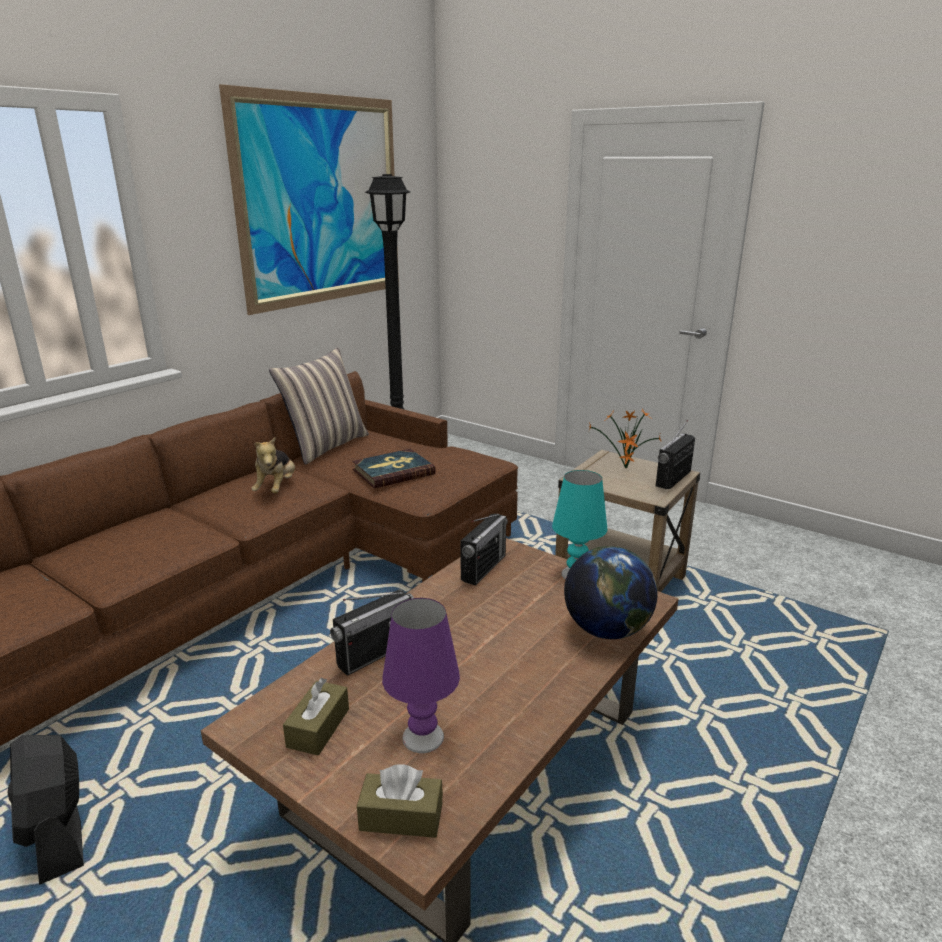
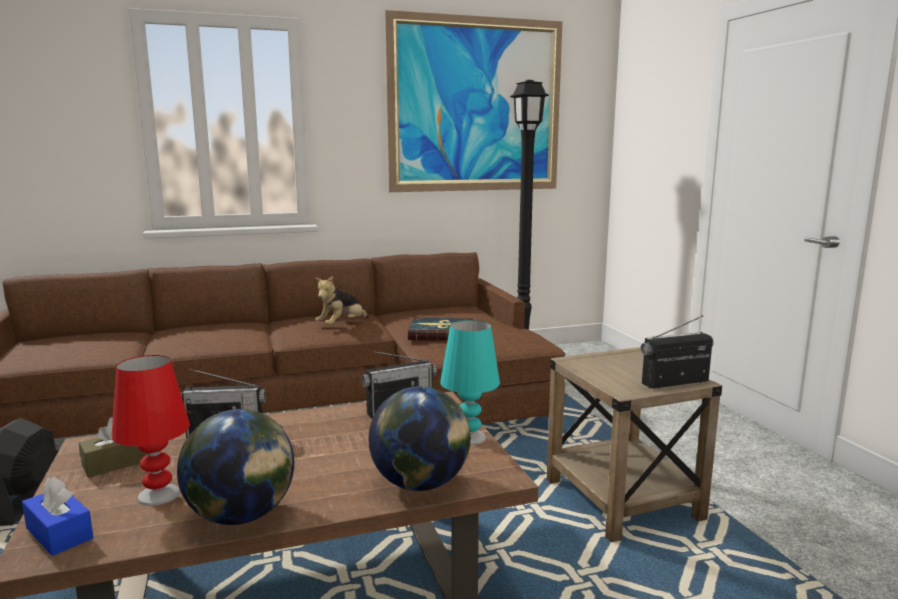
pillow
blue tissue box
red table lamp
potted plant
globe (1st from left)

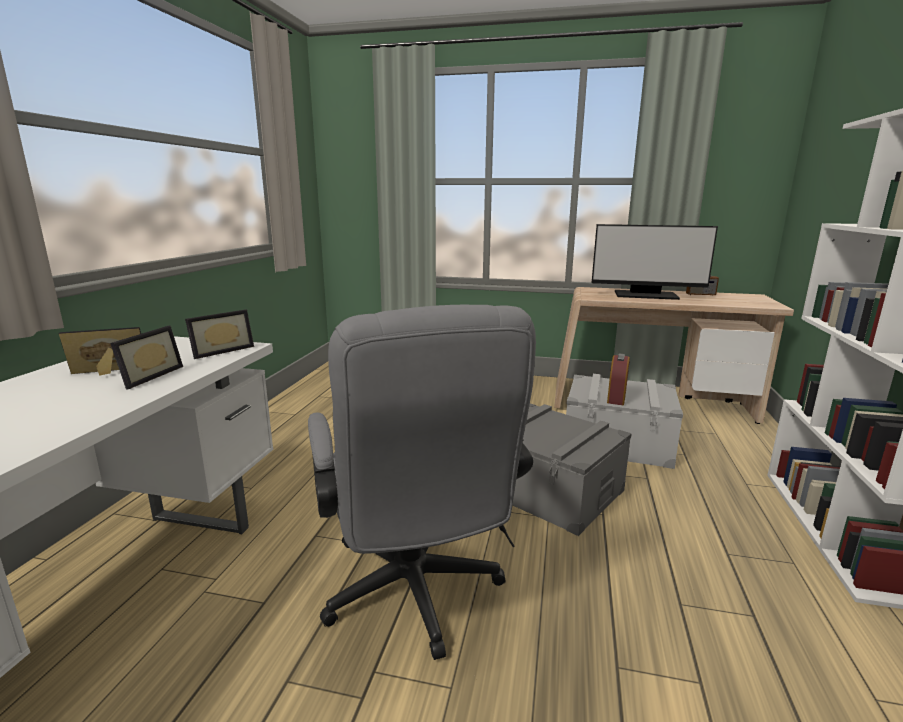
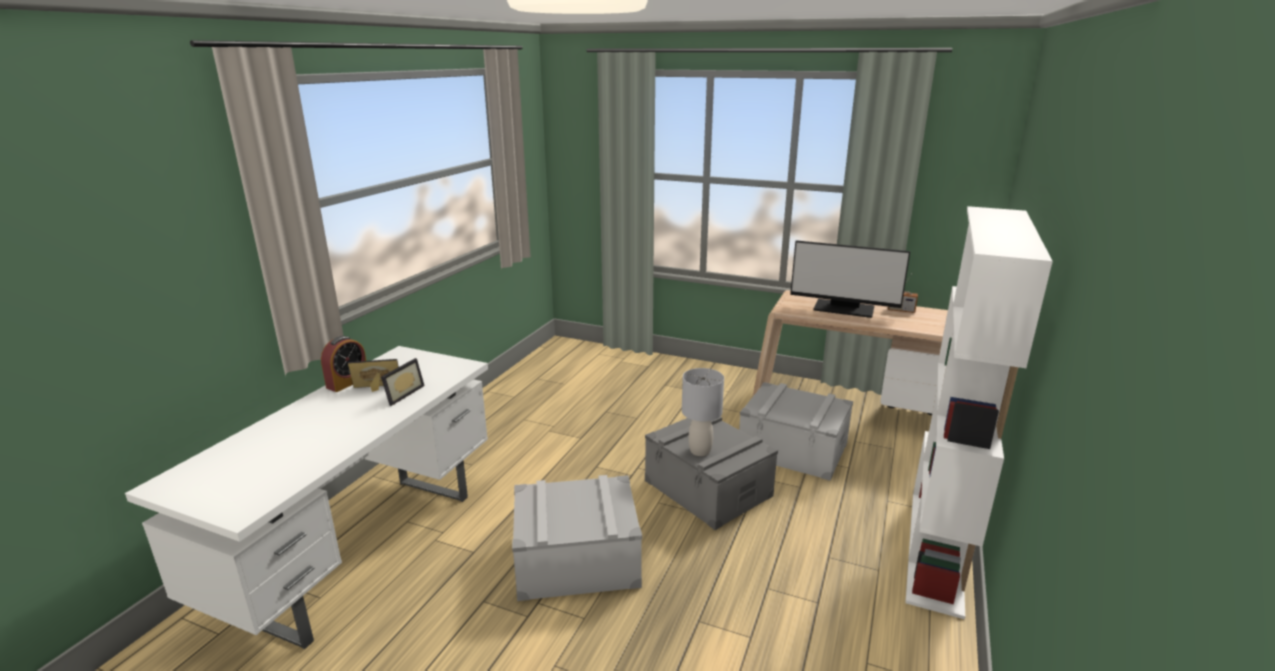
picture frame (3rd from left in the first image)
grey storage box (1st from left)
alarm clock
grey table lamp

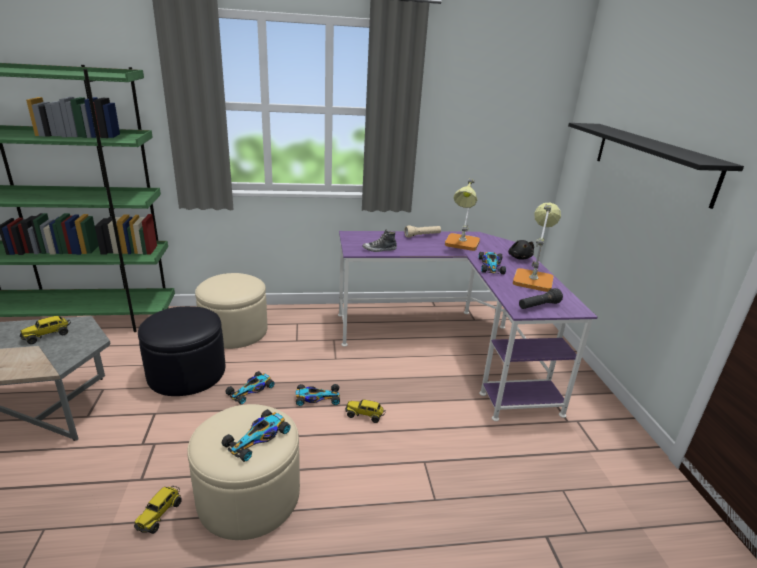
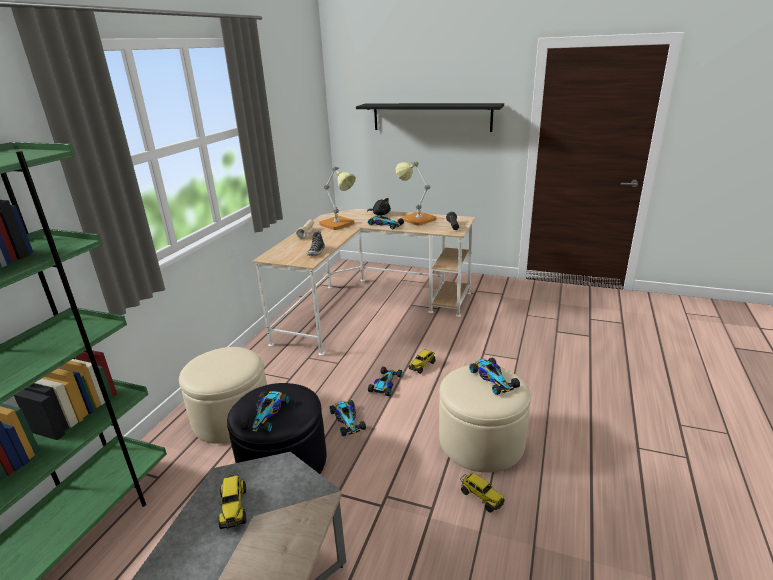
beige desk
toy car (1st from left)

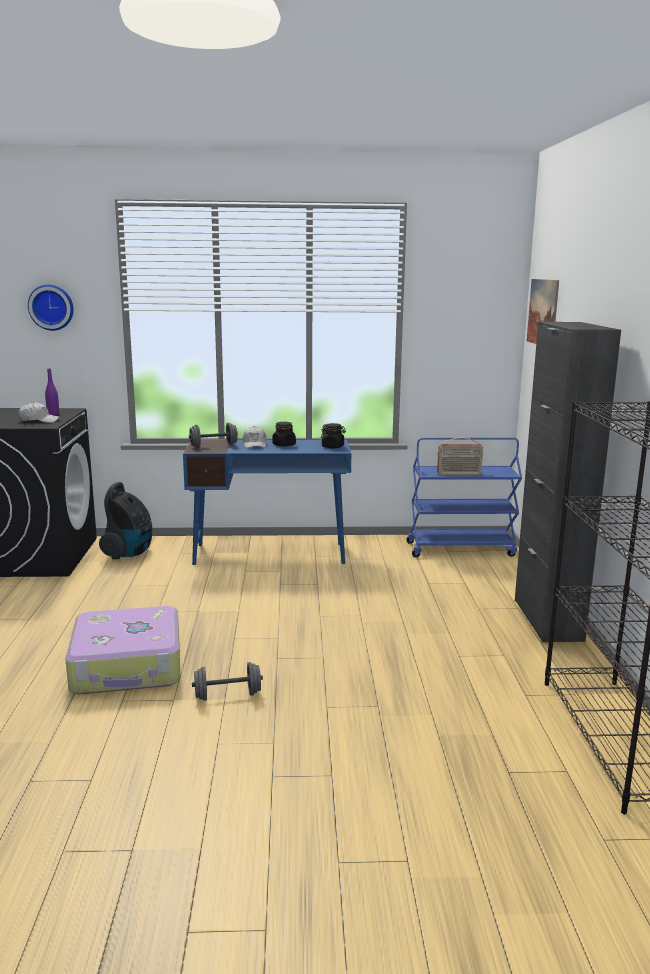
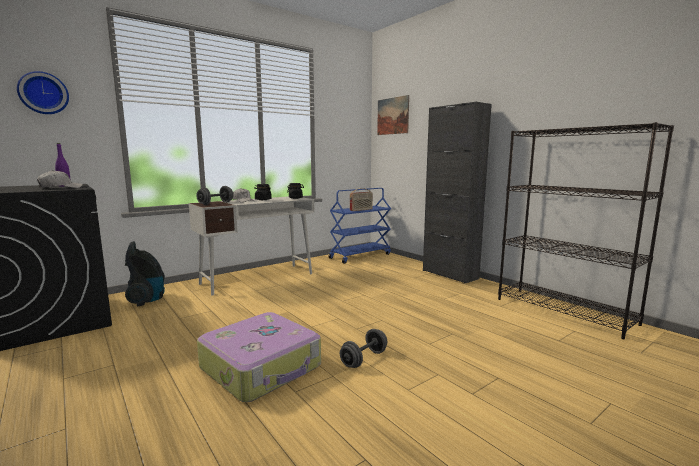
white desk

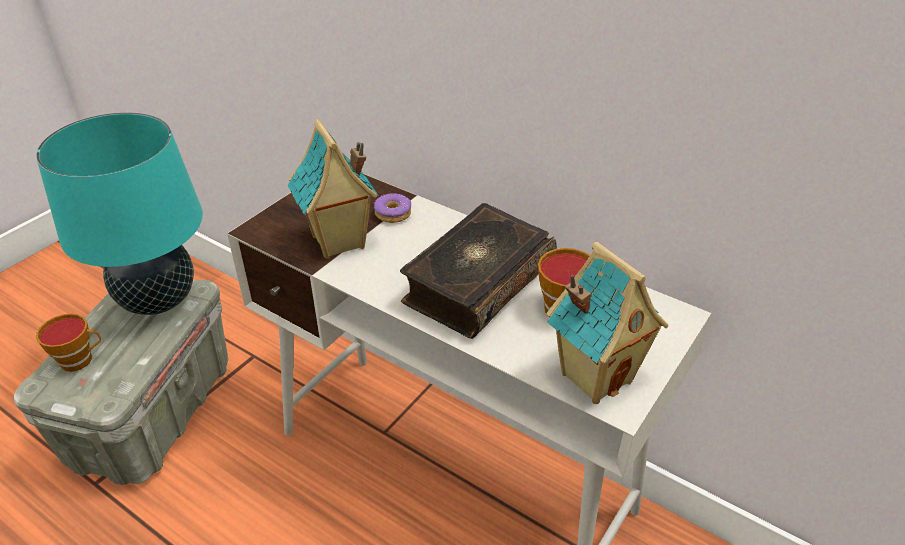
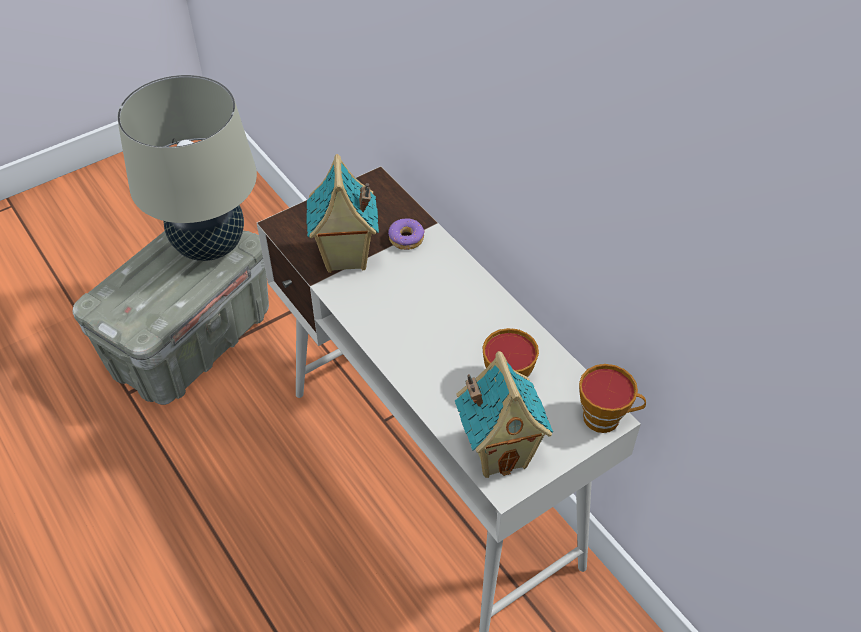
beige table lamp
cup (2nd from left)
book

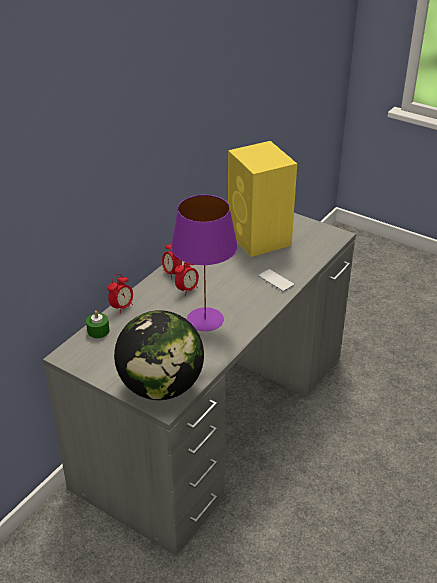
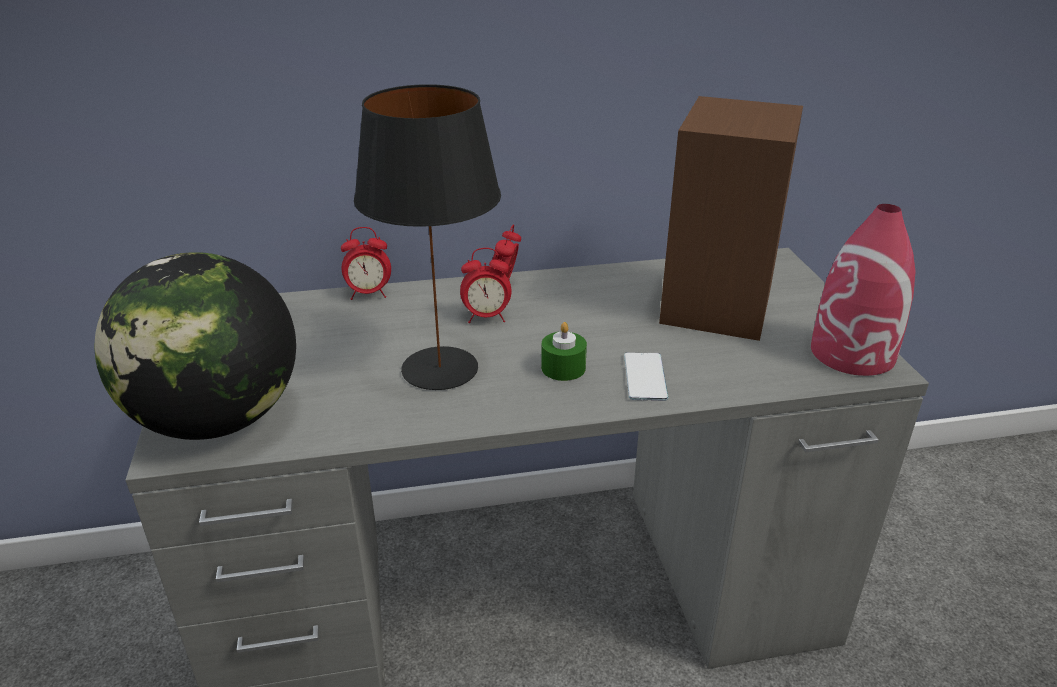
green candle
black table lamp
brown speaker
red vase

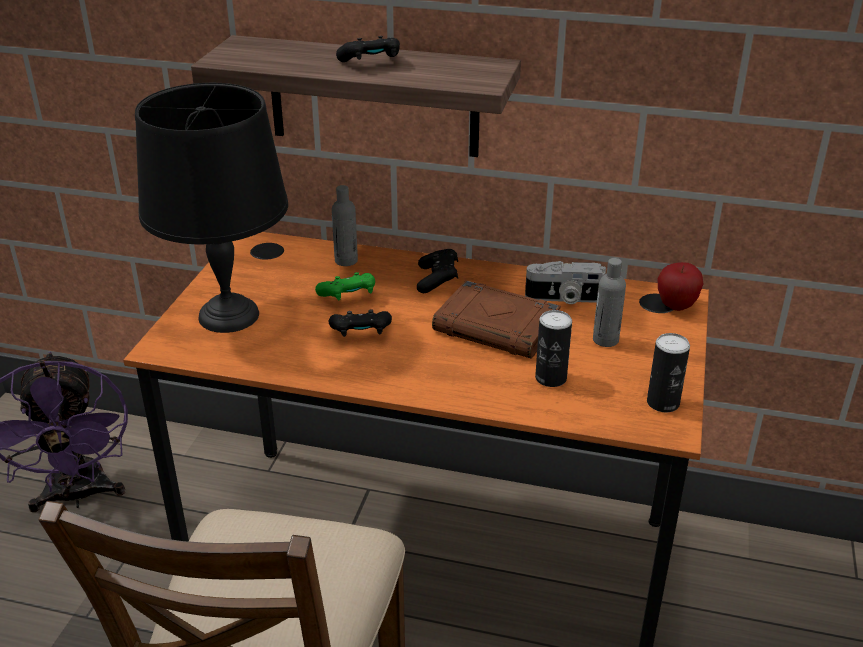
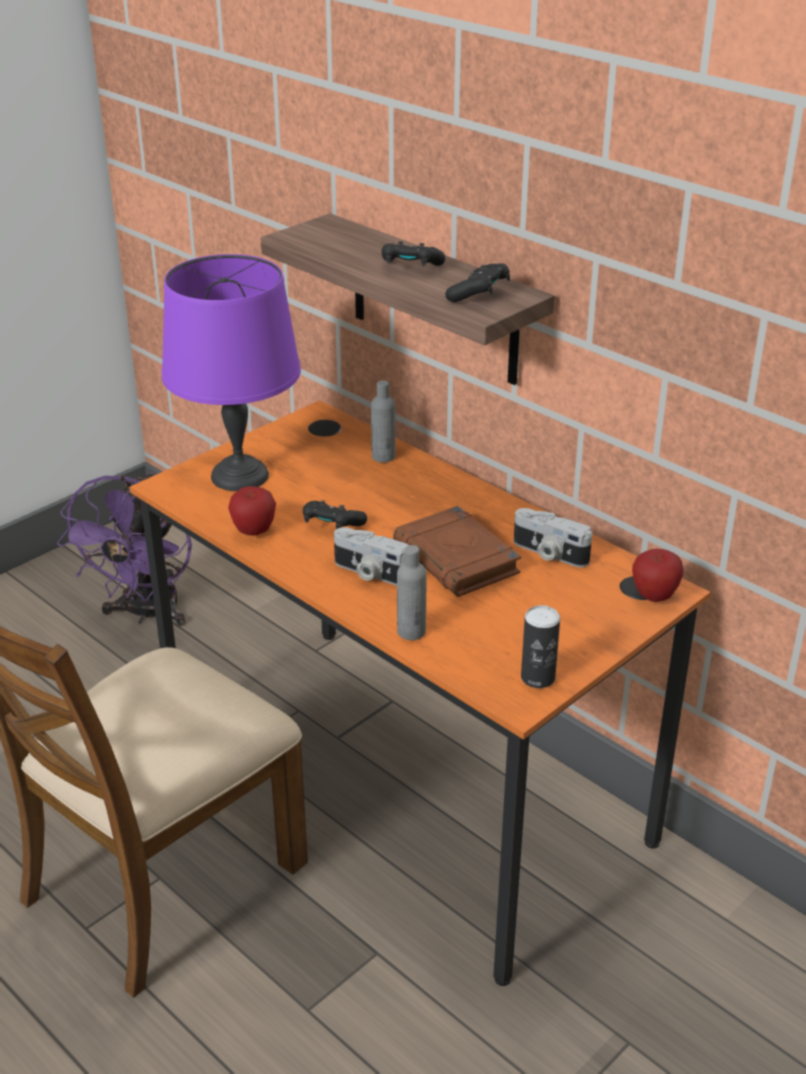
purple table lamp
green game controller
black game controller (3rd from left)
can (1st from left in the first image)
grey bottle (2nd from left)
apple (1st from left)
photo camera (1st from left)

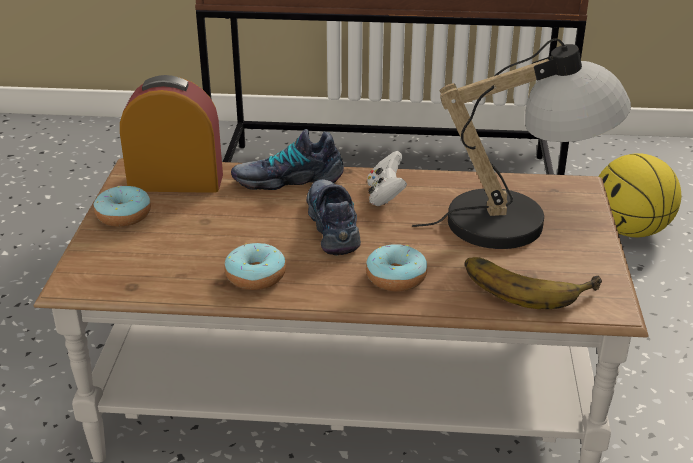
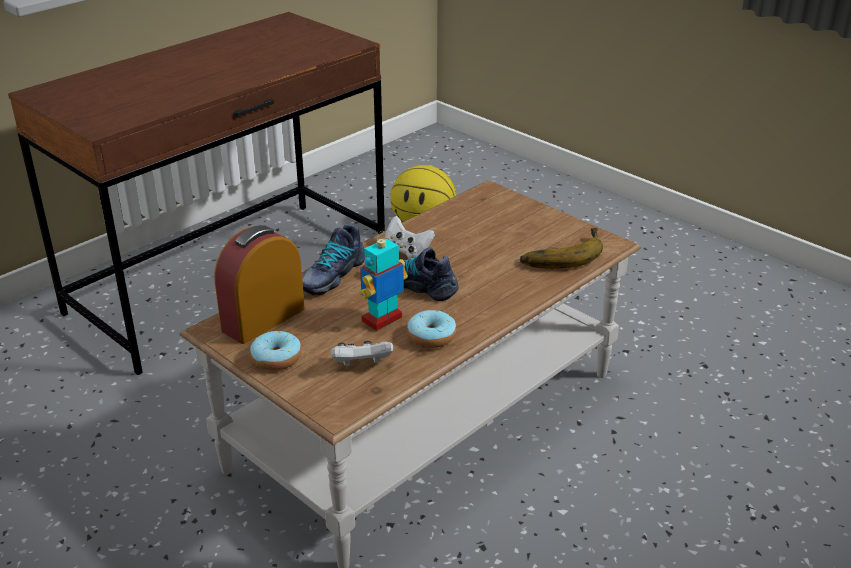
donut (3rd from left in the first image)
table lamp
white game controller (1st from left)
toy robot

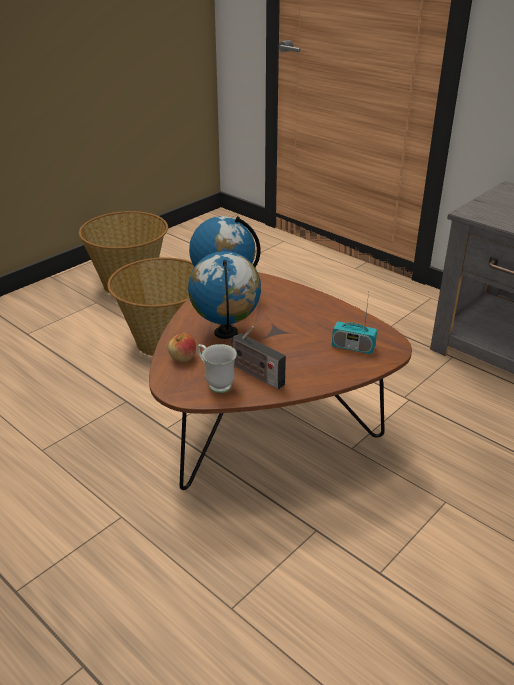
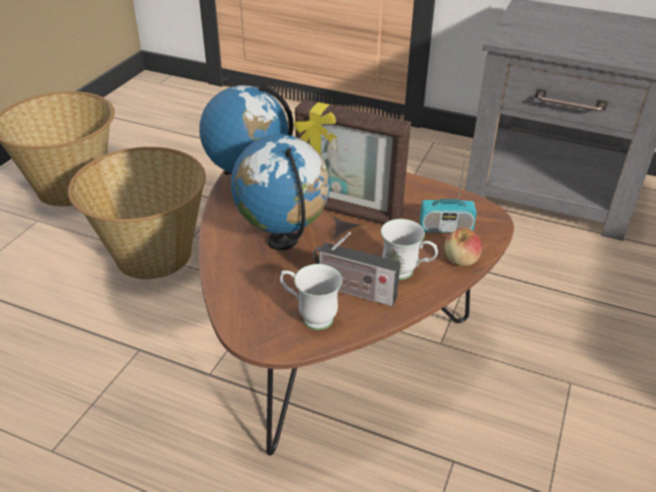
apple
picture frame
white mug (2nd from left)

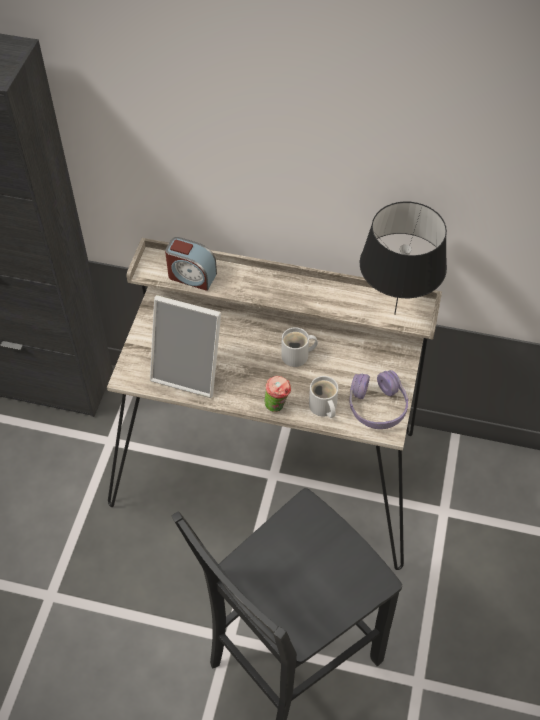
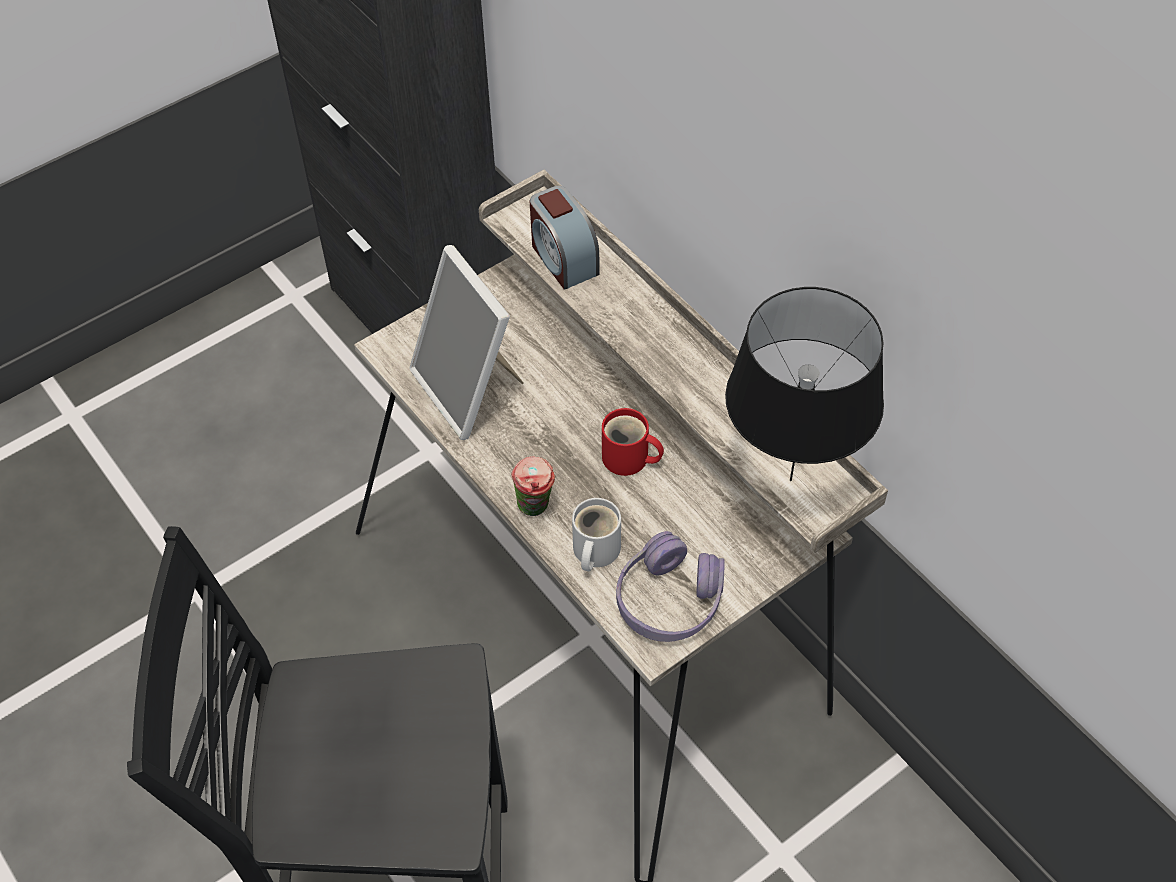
red mug

